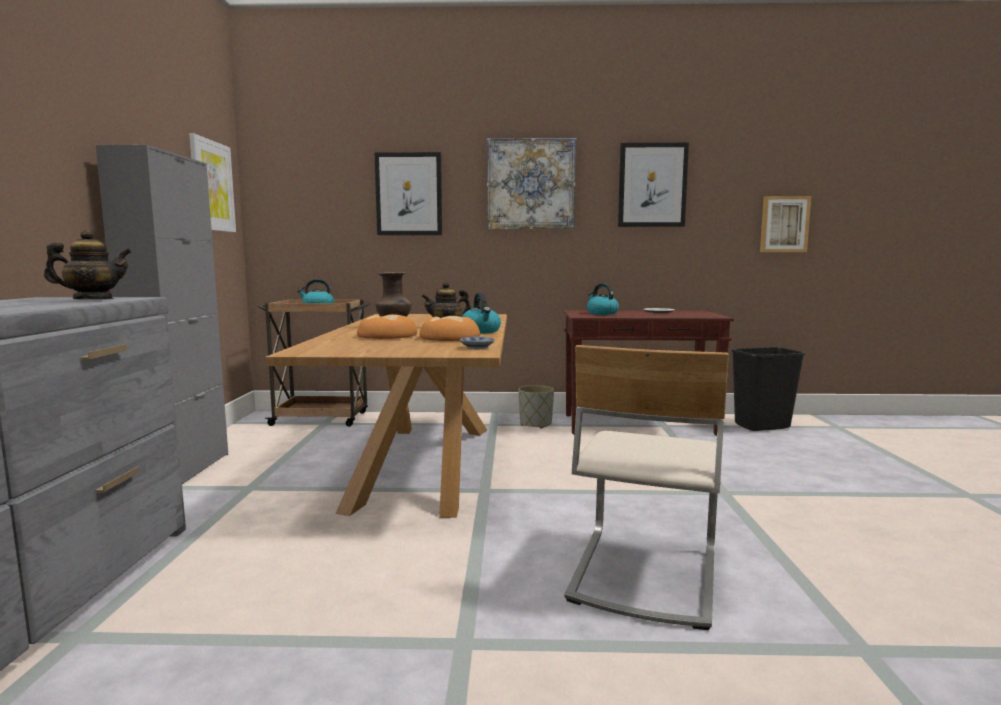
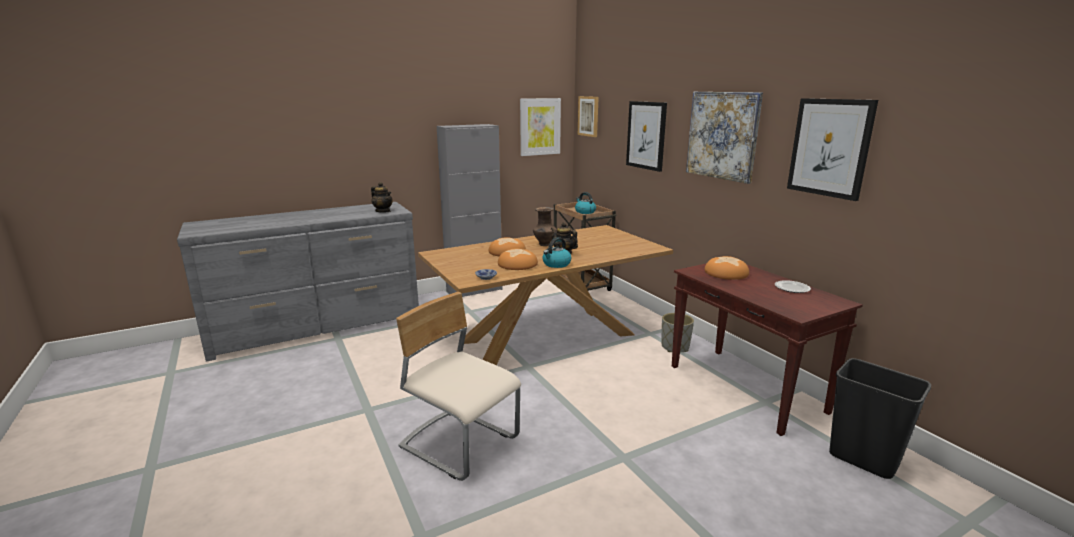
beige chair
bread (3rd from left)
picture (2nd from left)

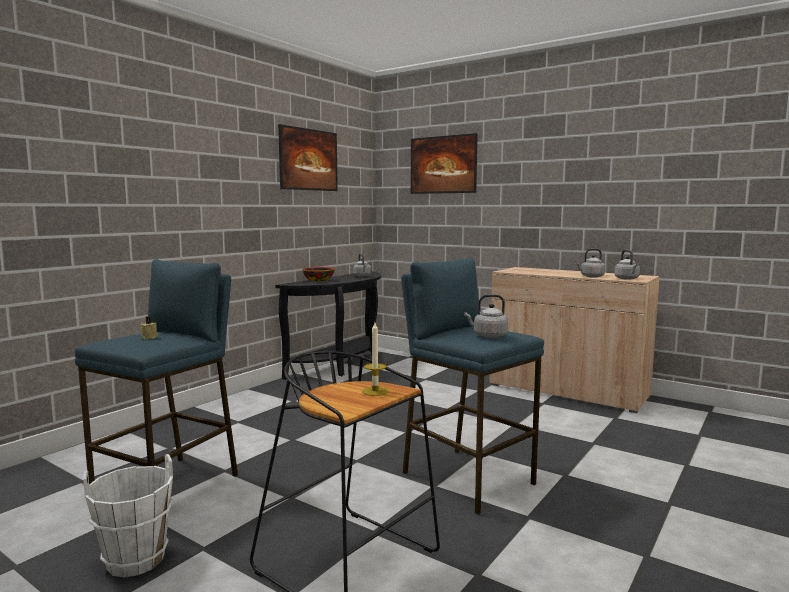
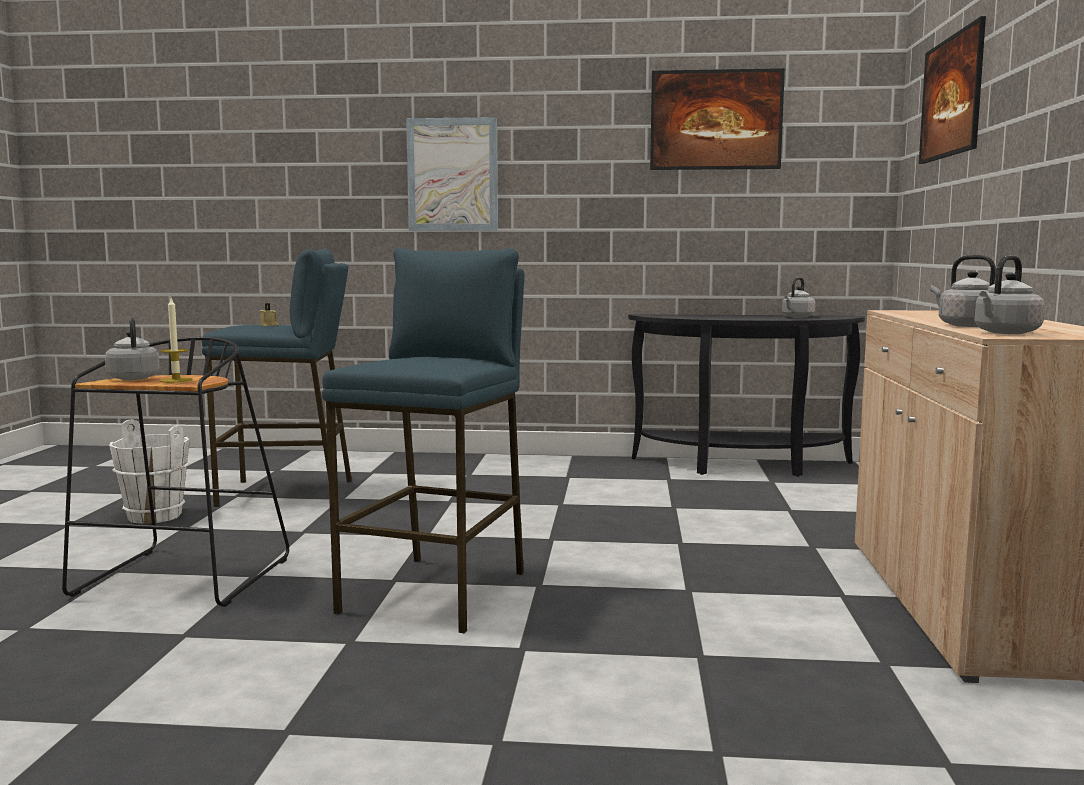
bowl
grey kettle (1st from left)
picture (1st from left)

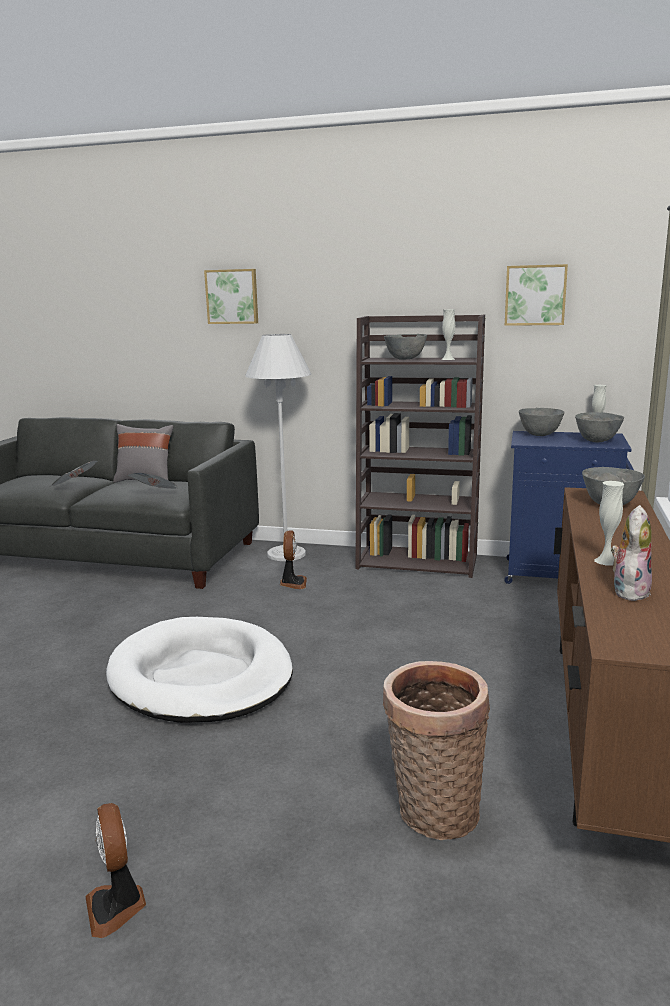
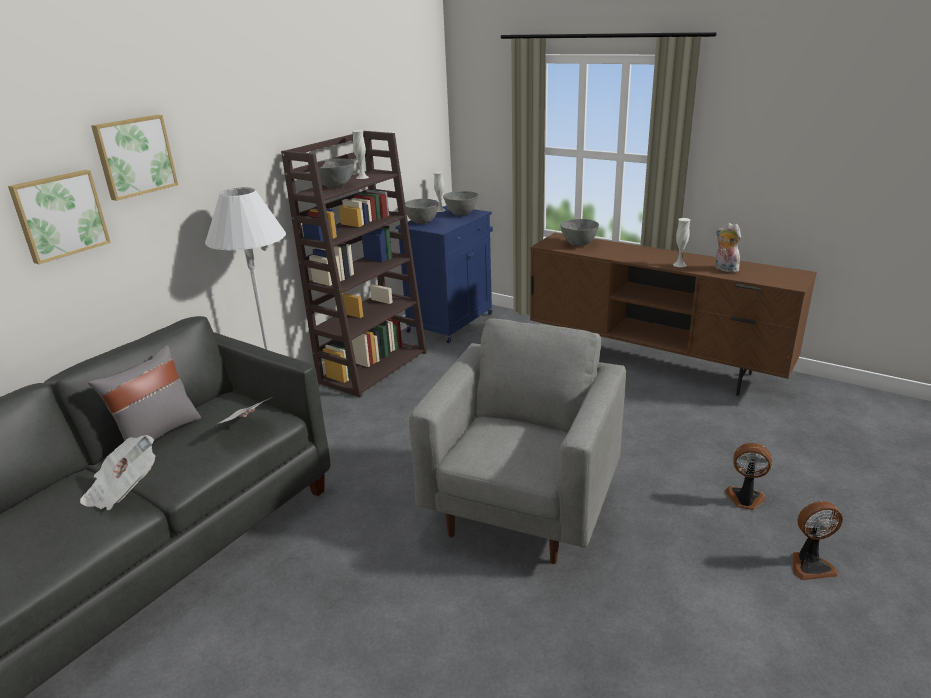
grey armchair
fan (1st from left)
basket
picture (1st from left)

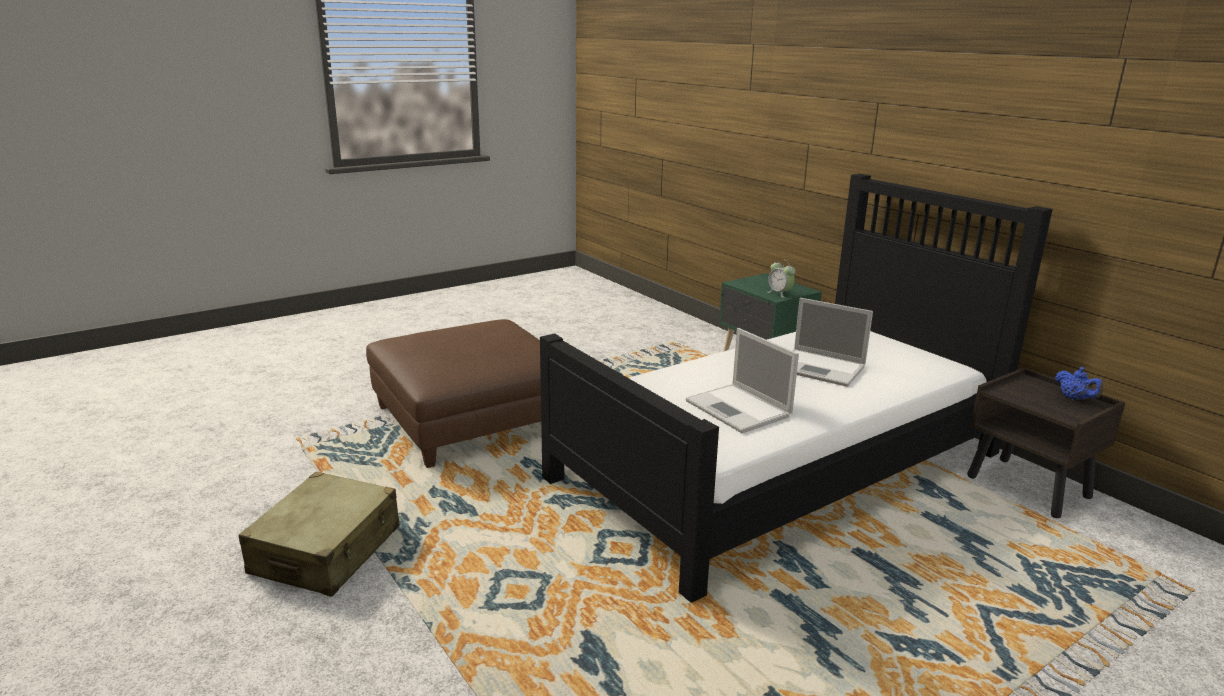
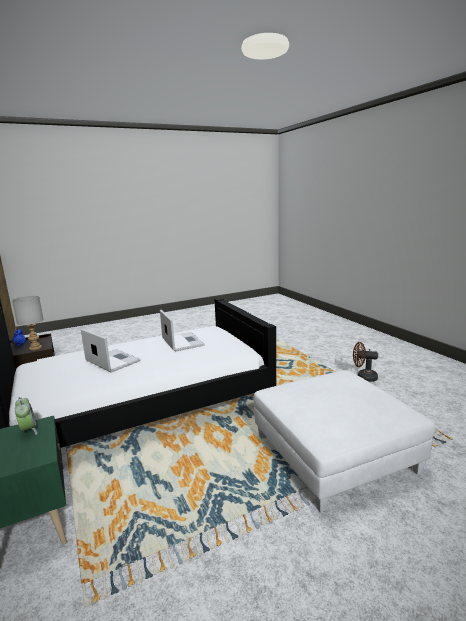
brown fan
white ottoman
grey table lamp

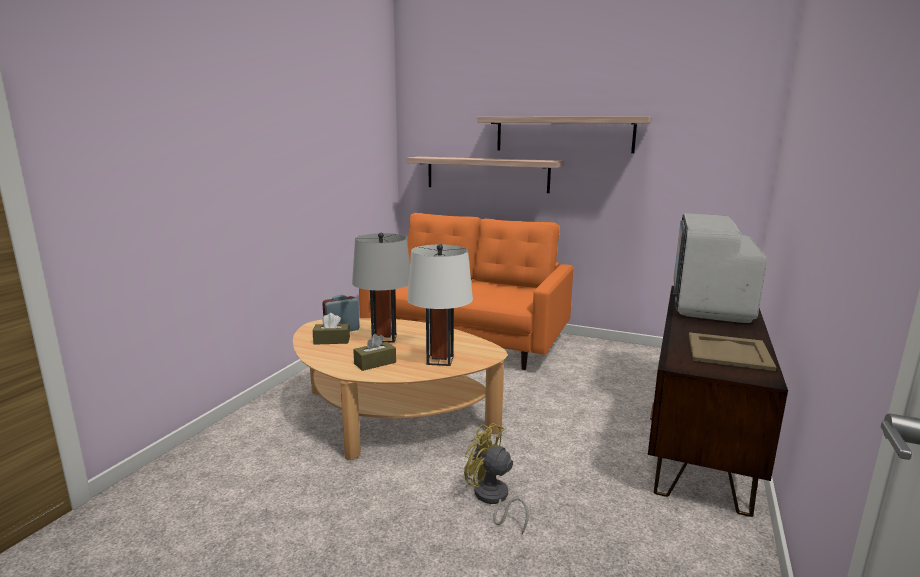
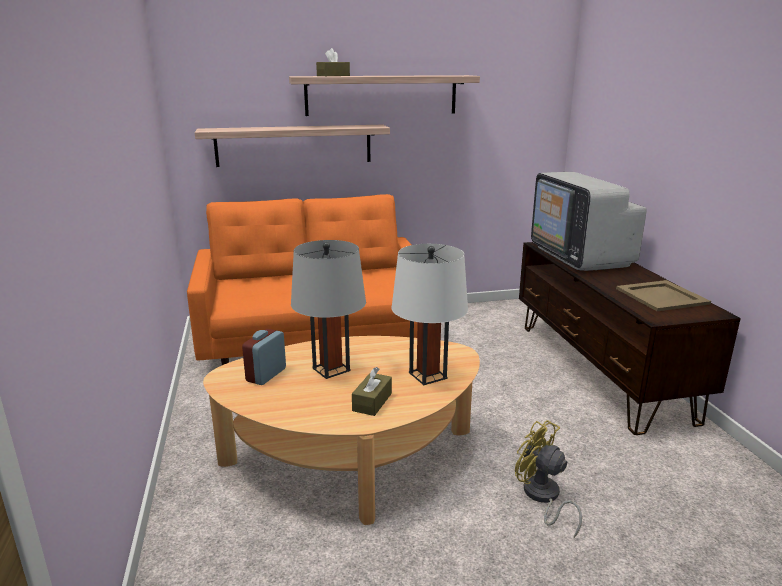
brown tissue box (1st from left)
yellow fan

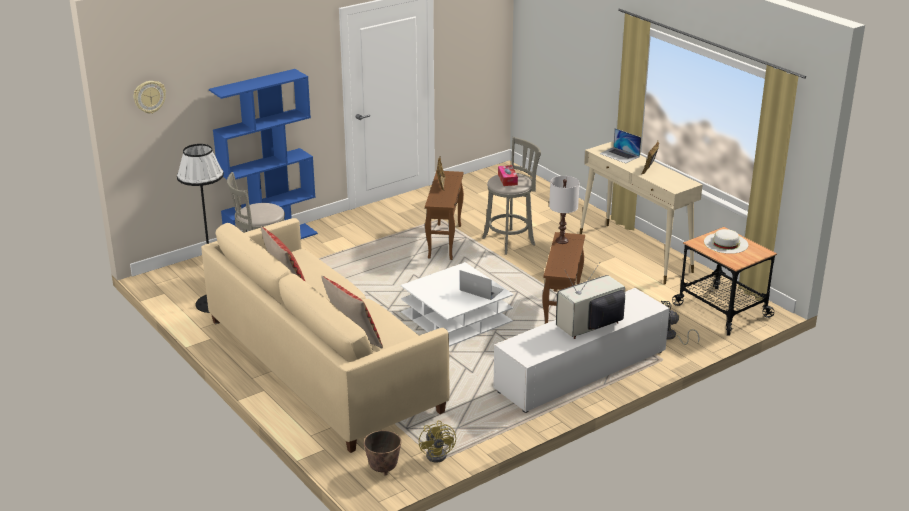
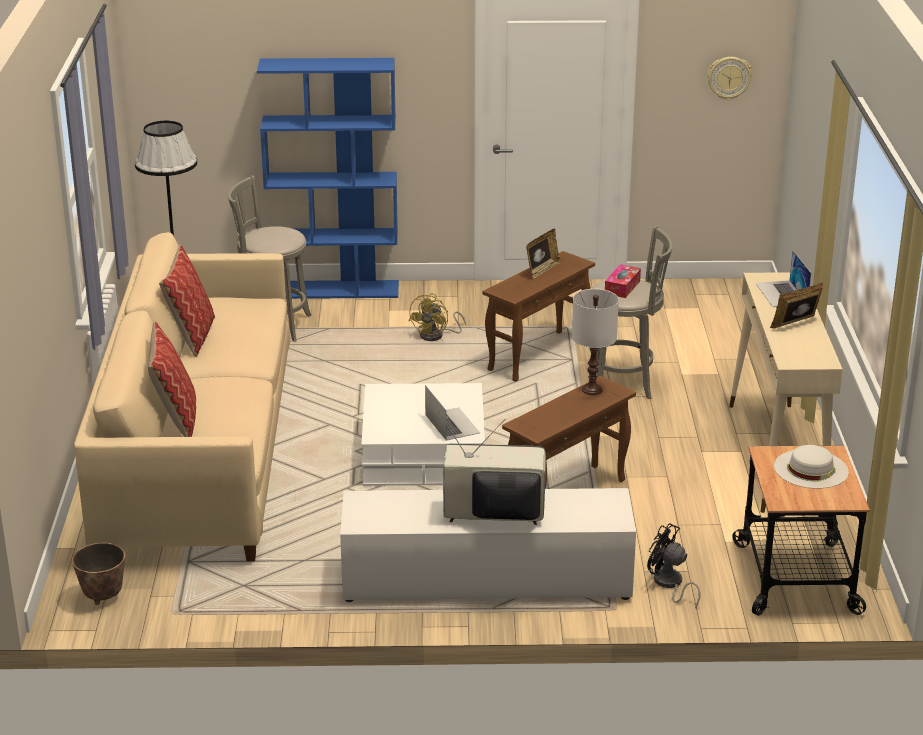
wall clock
yellow fan

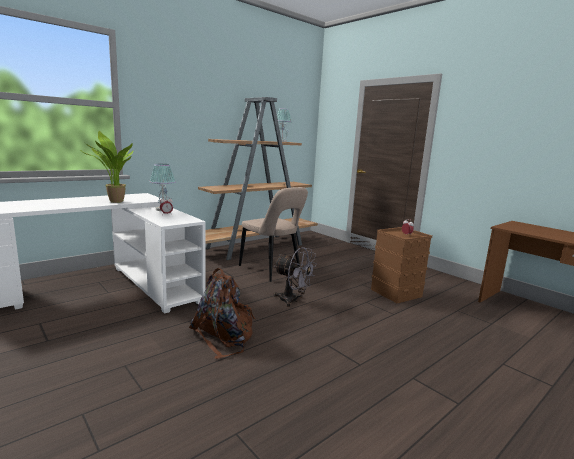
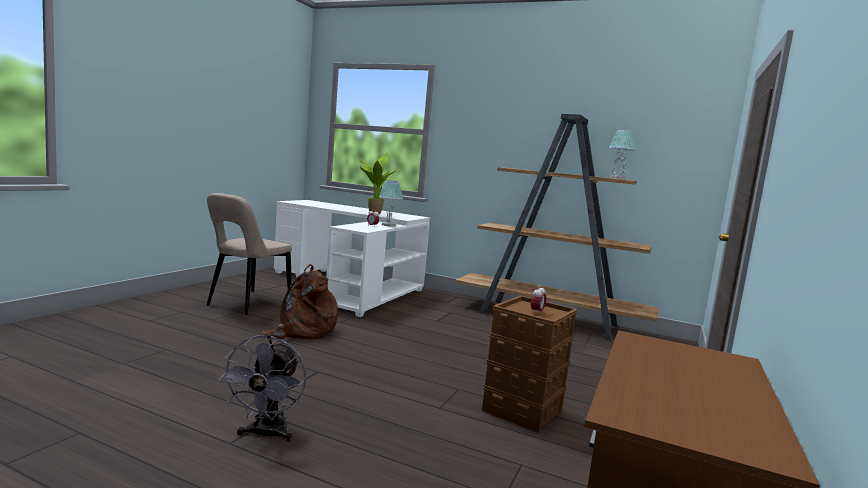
beige chair
grey fan

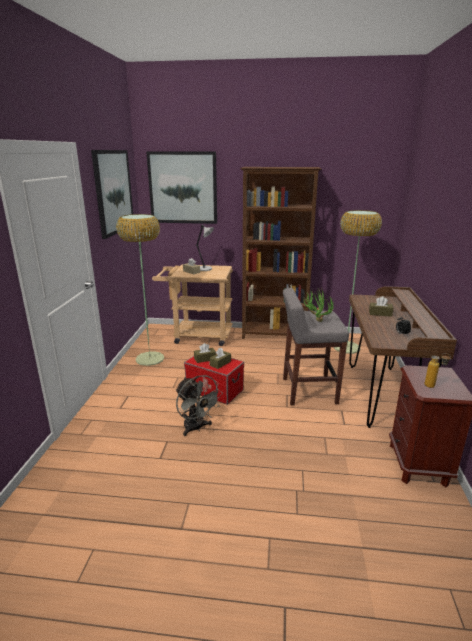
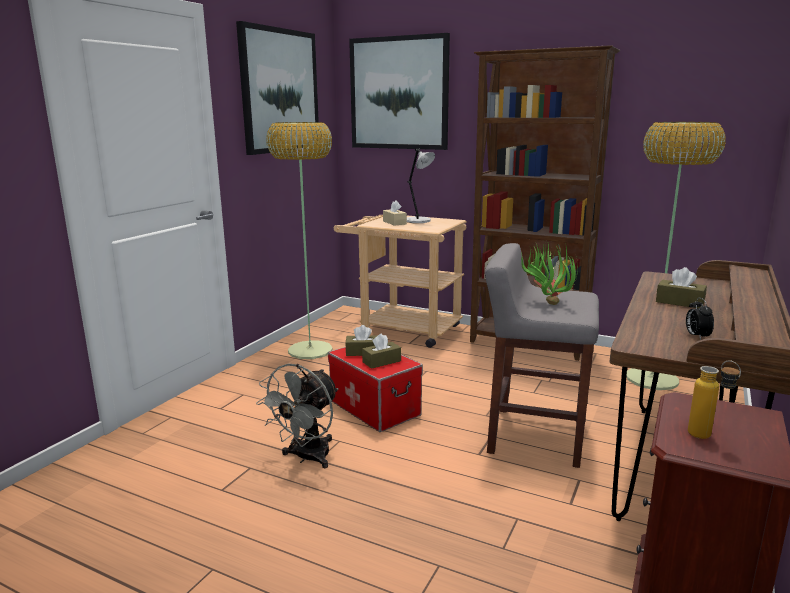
grey fan

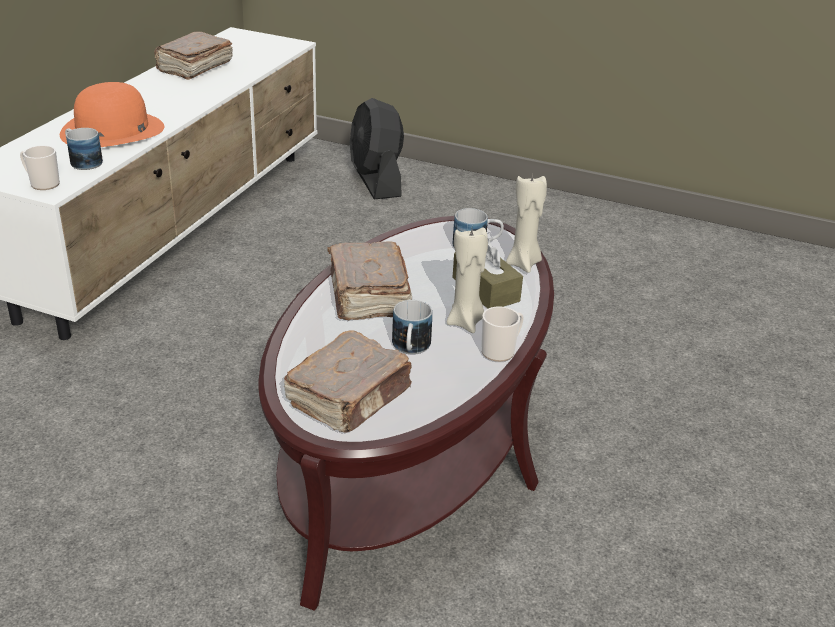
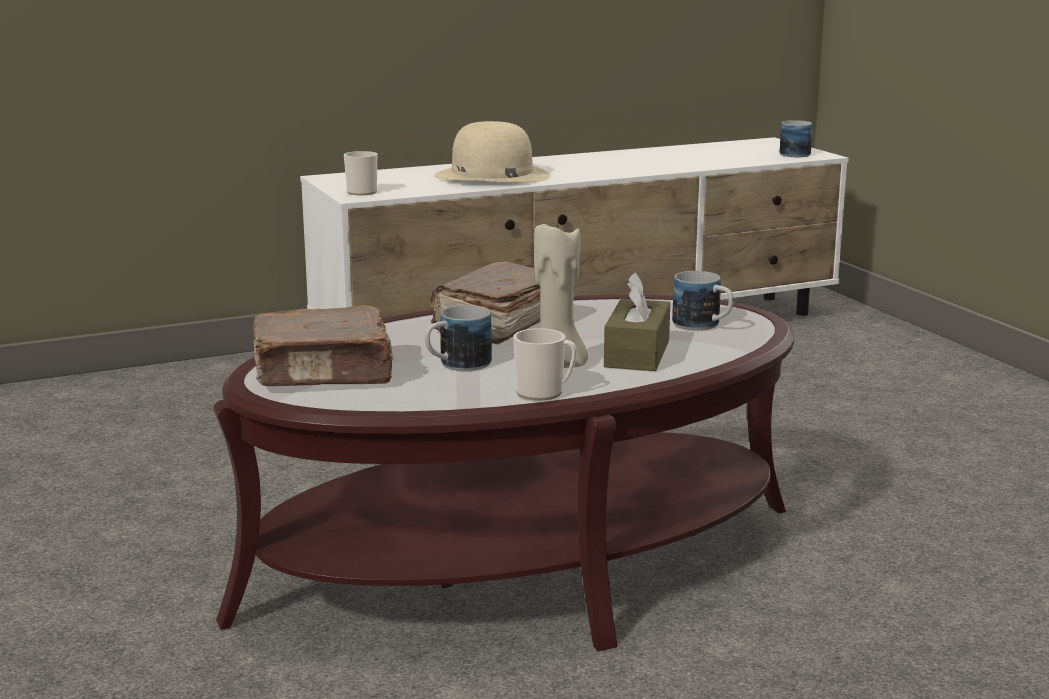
beige hat
mug (5th from left)
brown book (1st from left in the first image)
black fan
beige candle (2nd from left in the first image)

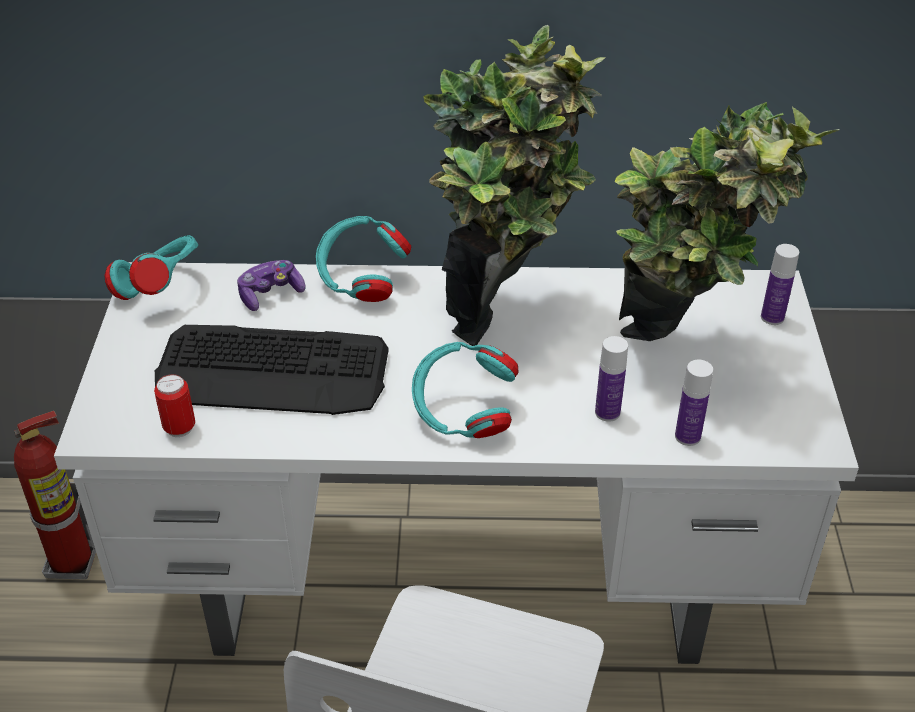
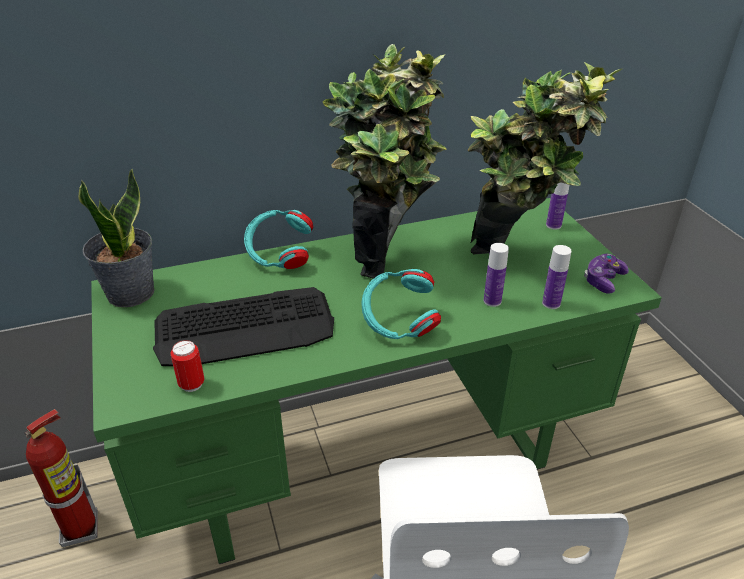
green desk
potted plant (1st from left)
game controller

